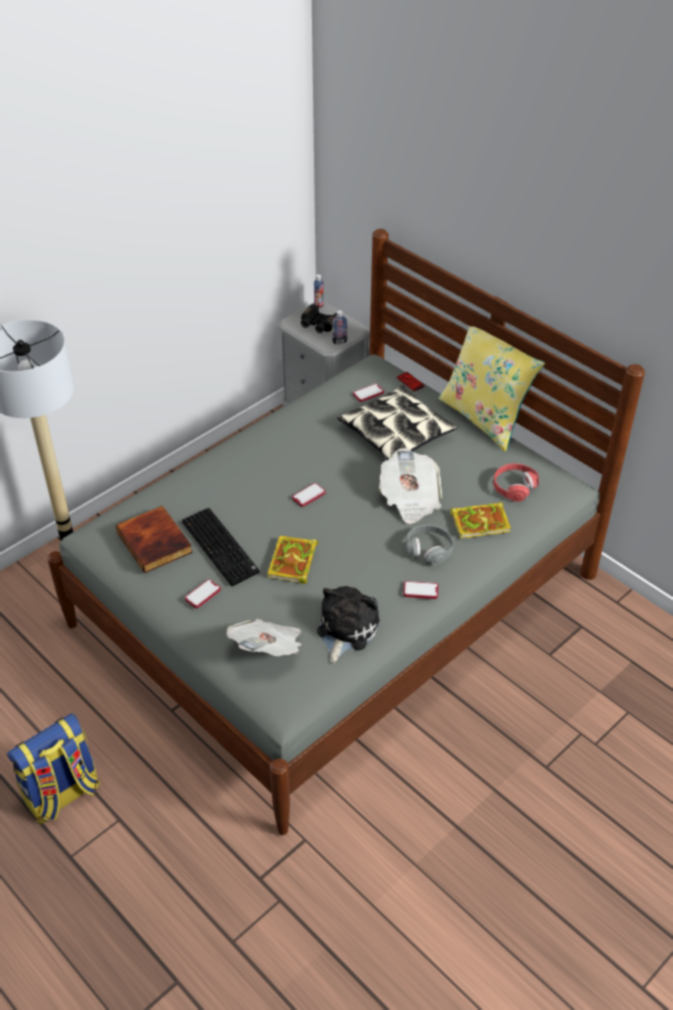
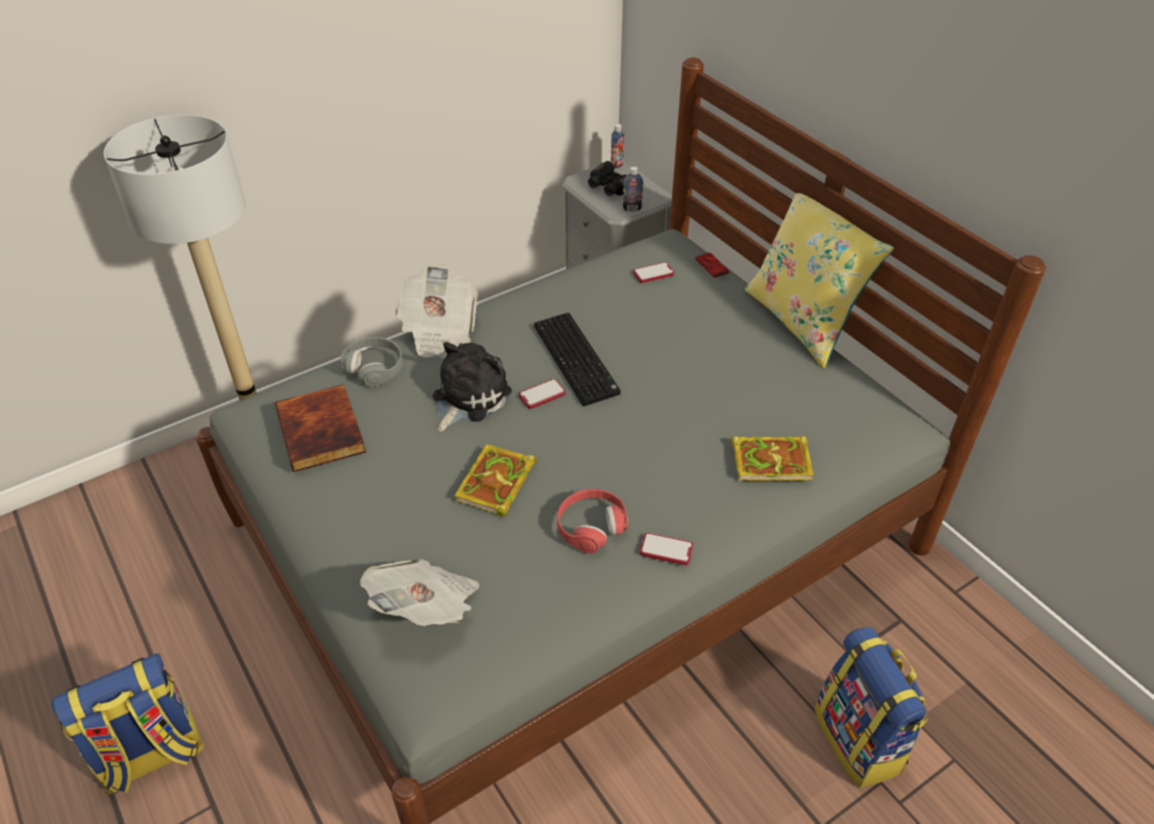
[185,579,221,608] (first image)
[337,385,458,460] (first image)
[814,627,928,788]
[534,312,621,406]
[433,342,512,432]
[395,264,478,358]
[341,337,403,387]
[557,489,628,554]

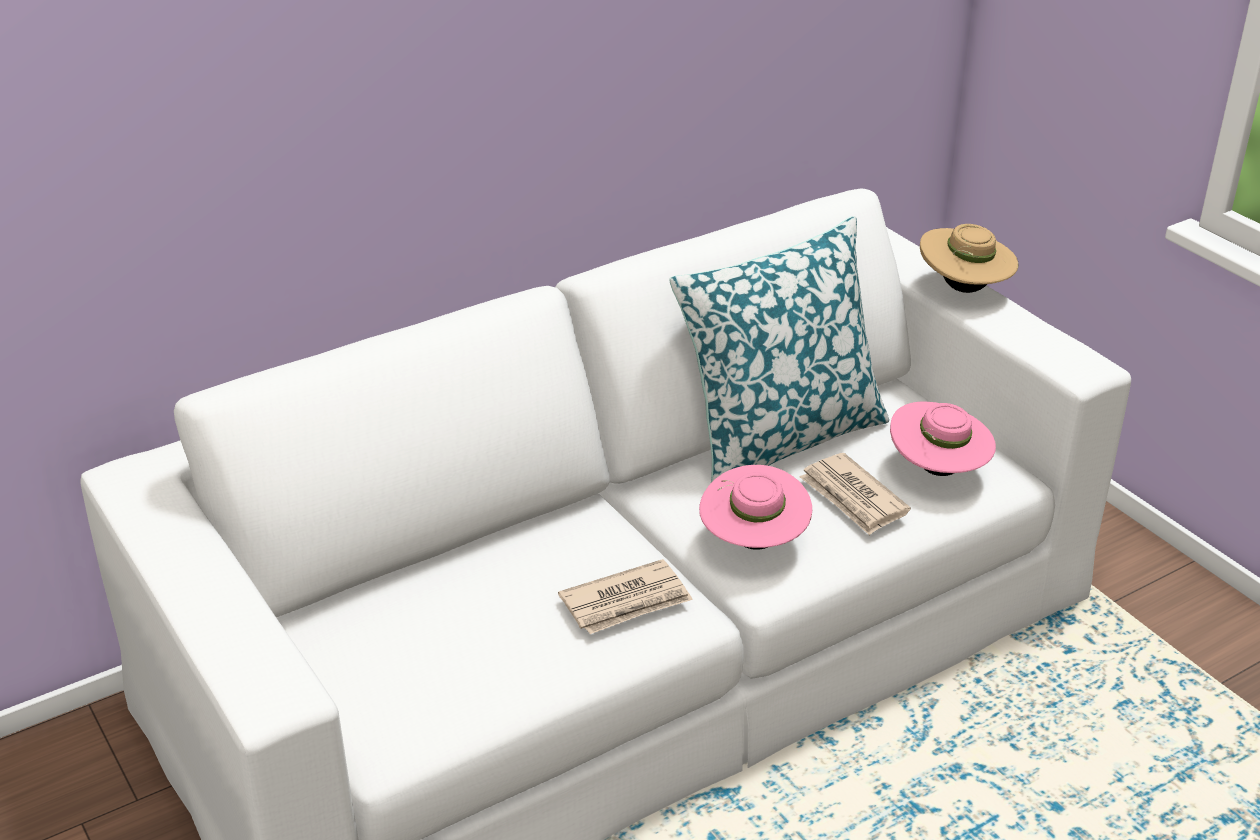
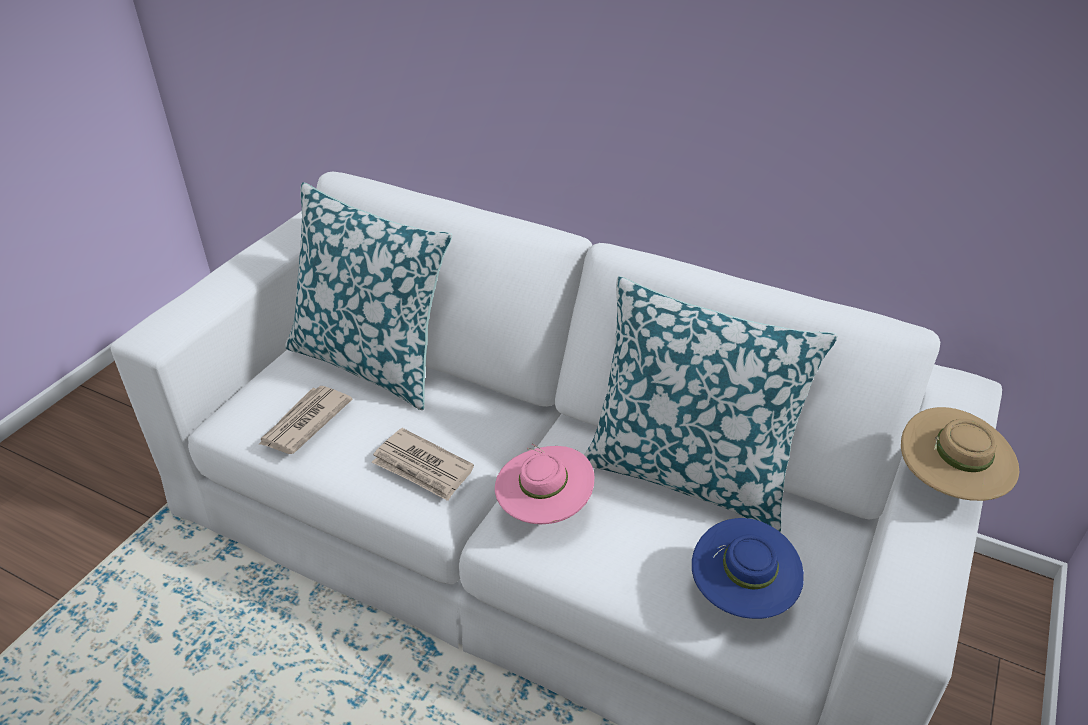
[285,182,452,410]
[258,386,352,454]
[692,518,804,619]

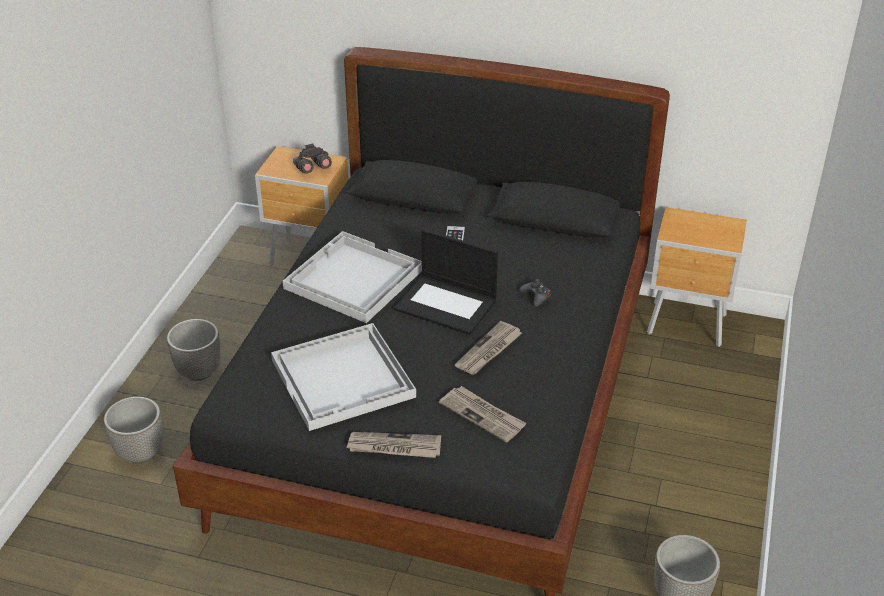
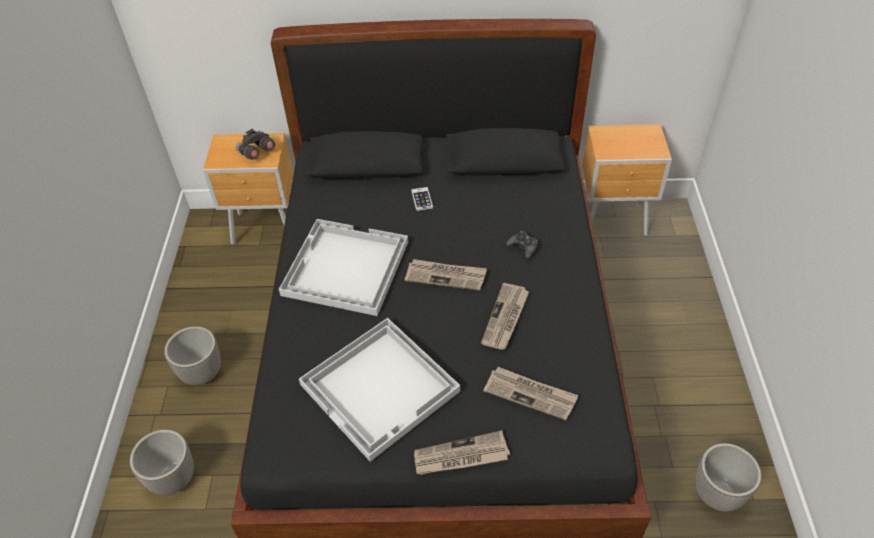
[405,259,487,291]

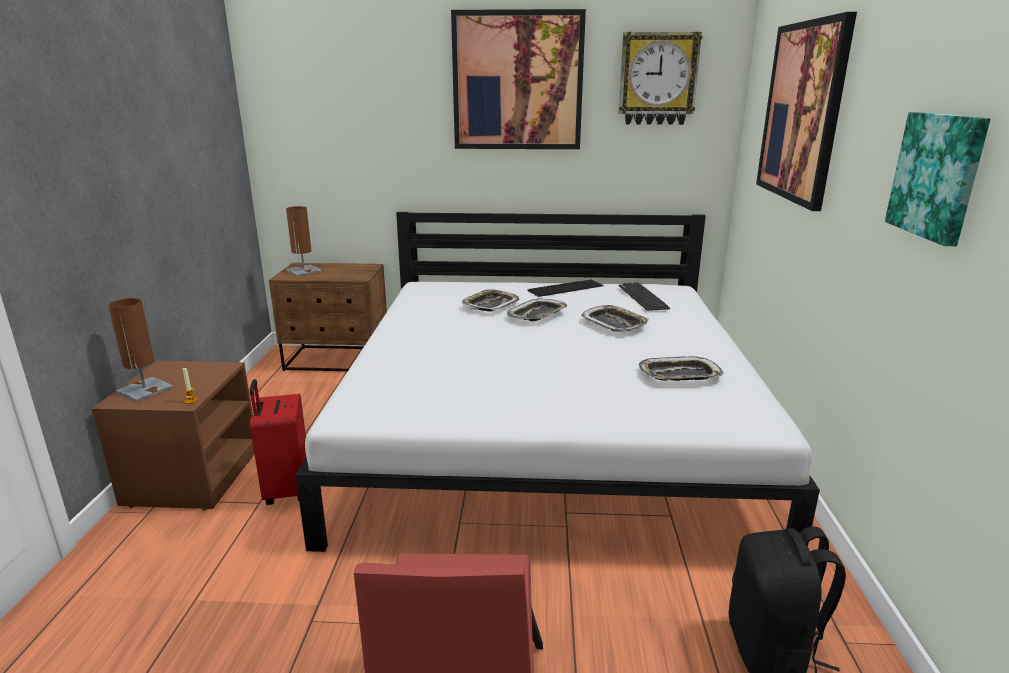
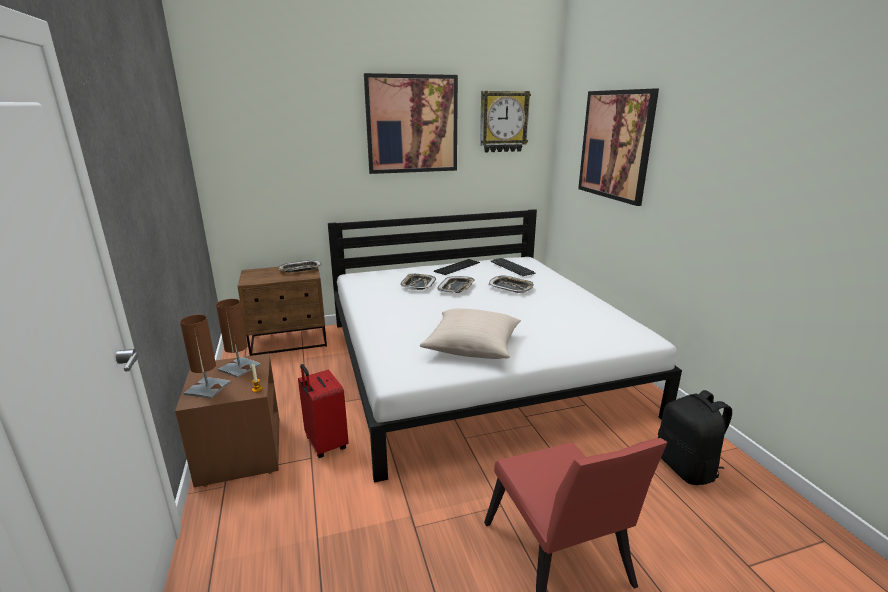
[885,112,991,246] (first image)
[420,308,521,359]
[216,299,261,378]
[278,260,323,273]

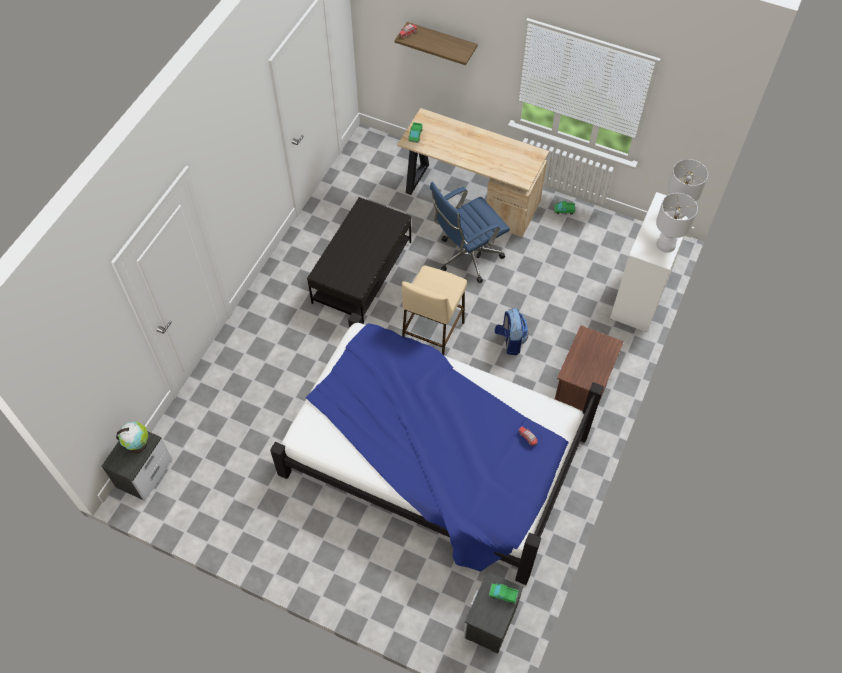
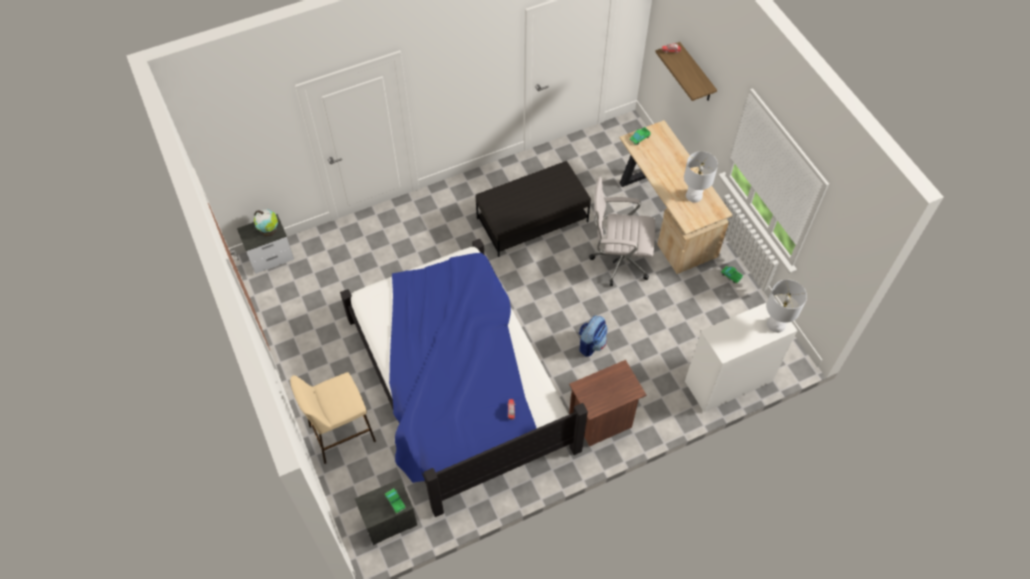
[290,372,376,464]
[684,151,718,203]
[589,176,655,286]

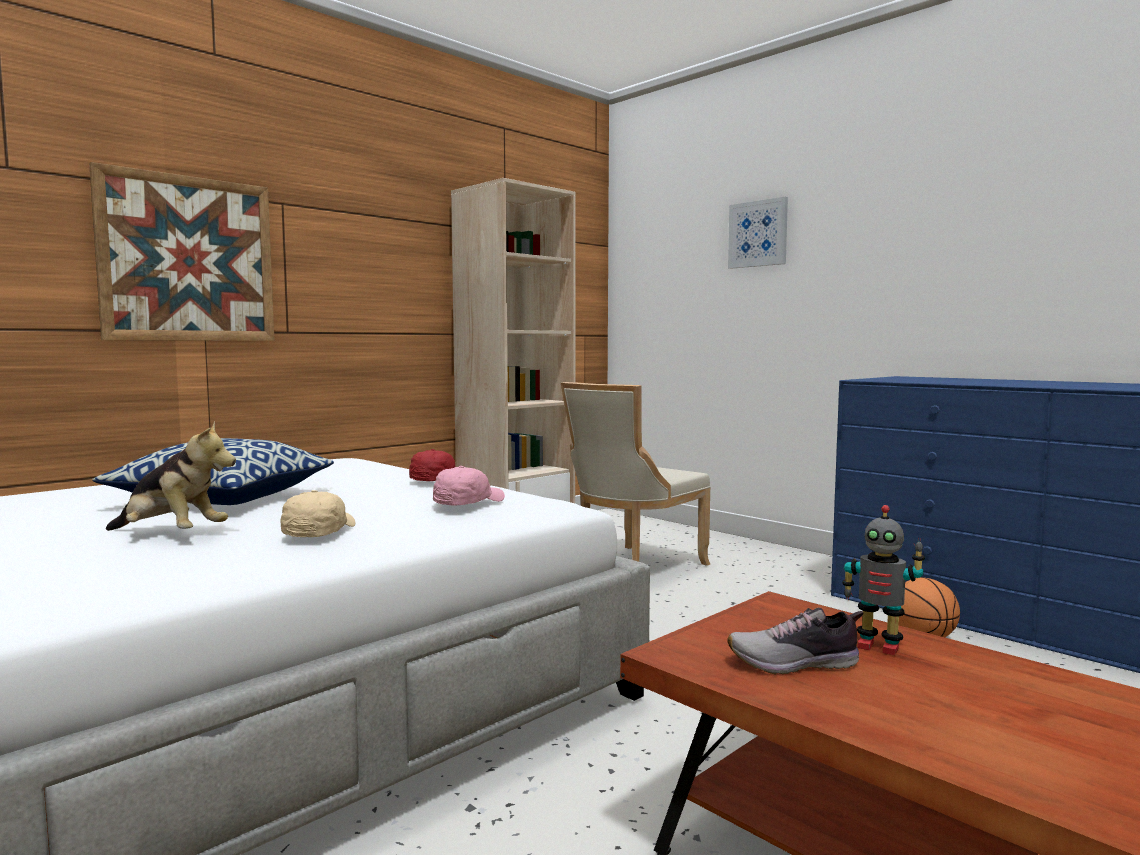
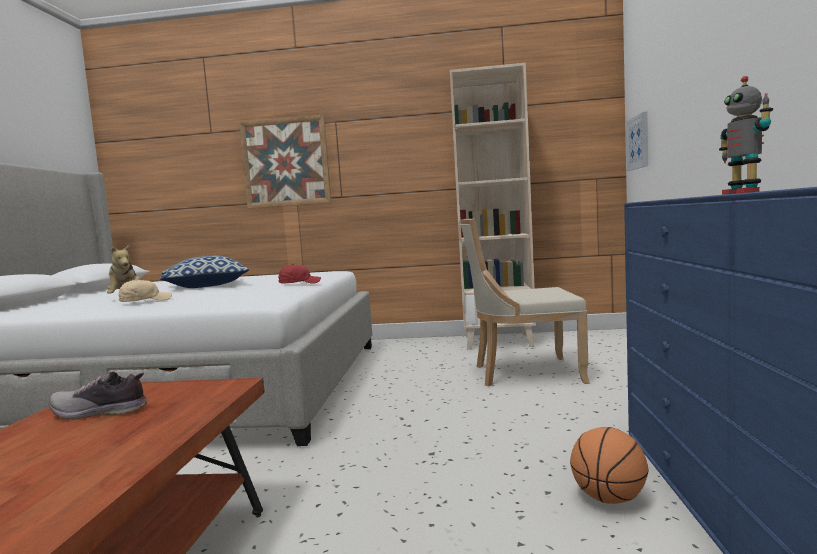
[433,466,505,506] (first image)
[626,112,648,171]
[719,76,773,195]
[49,372,147,420]

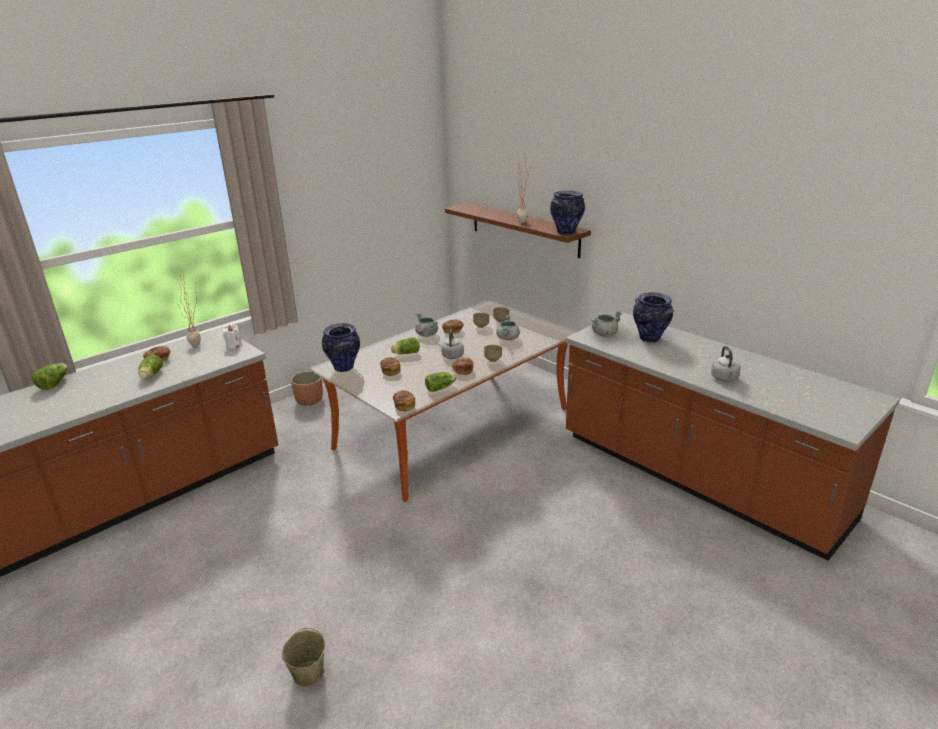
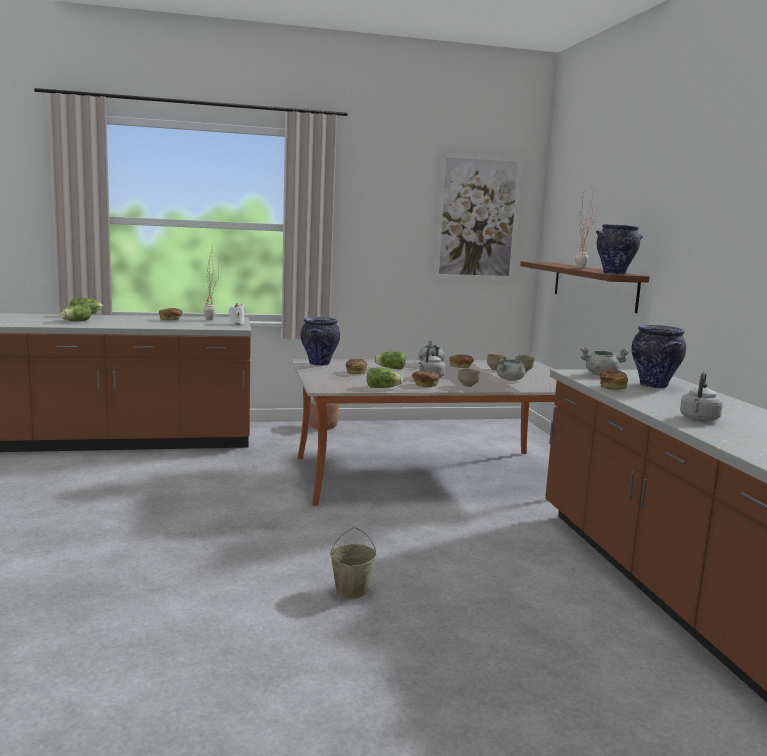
[435,153,522,280]
[61,304,91,321]
[330,527,376,598]
[600,369,628,390]

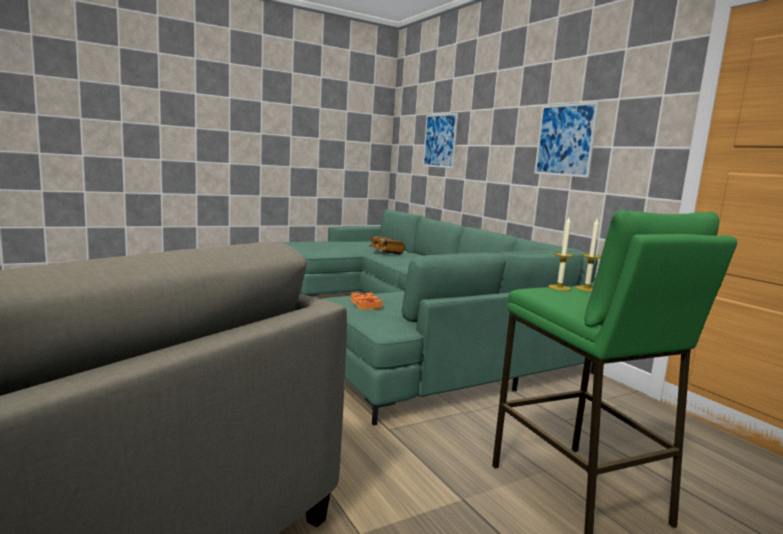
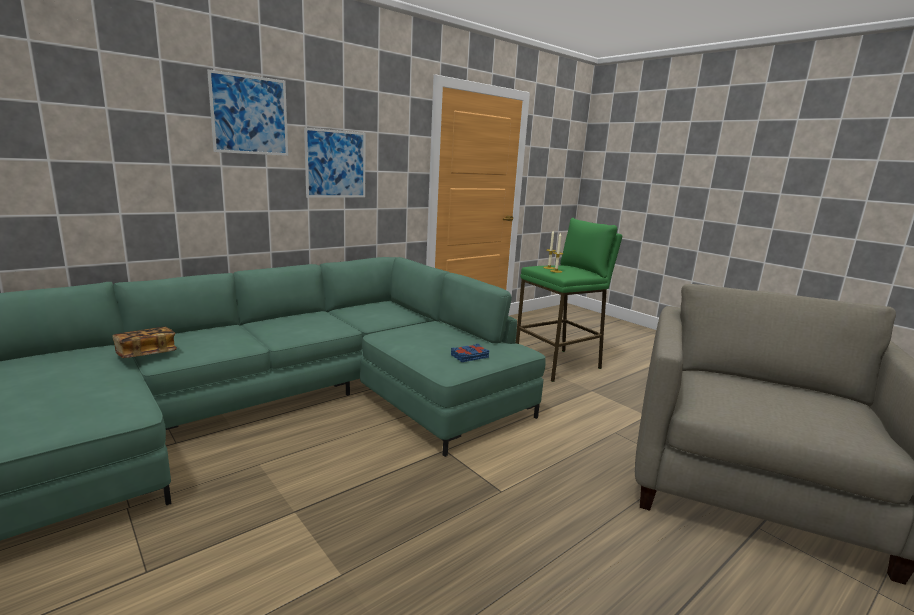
[207,69,288,156]
[451,344,490,362]

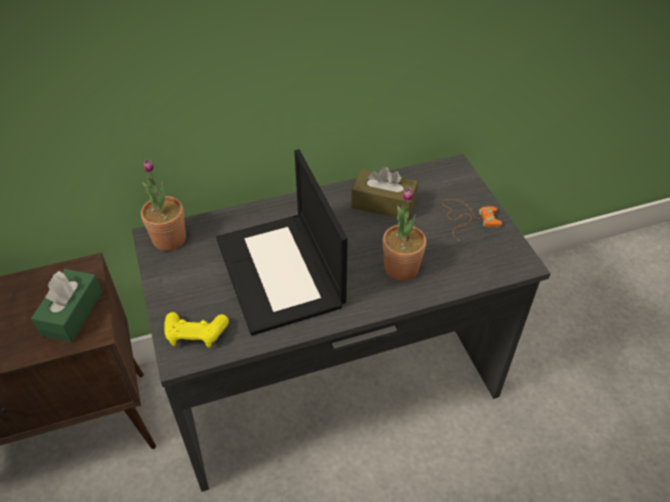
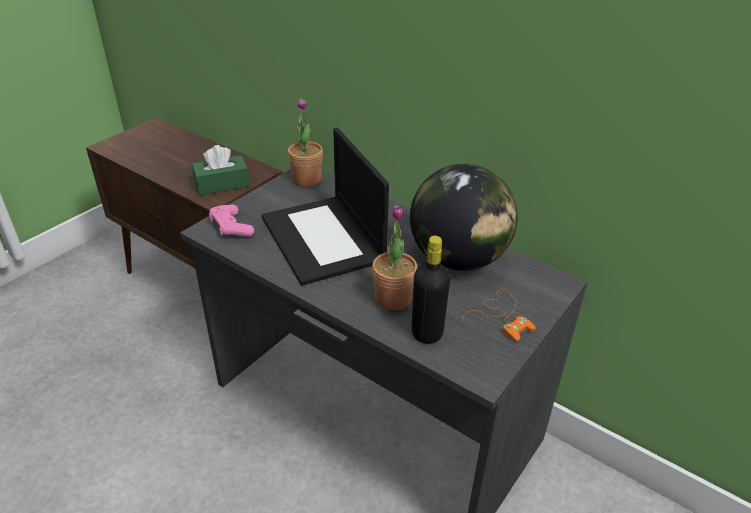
[411,236,450,344]
[410,164,518,271]
[209,205,254,237]
[262,128,389,286]

